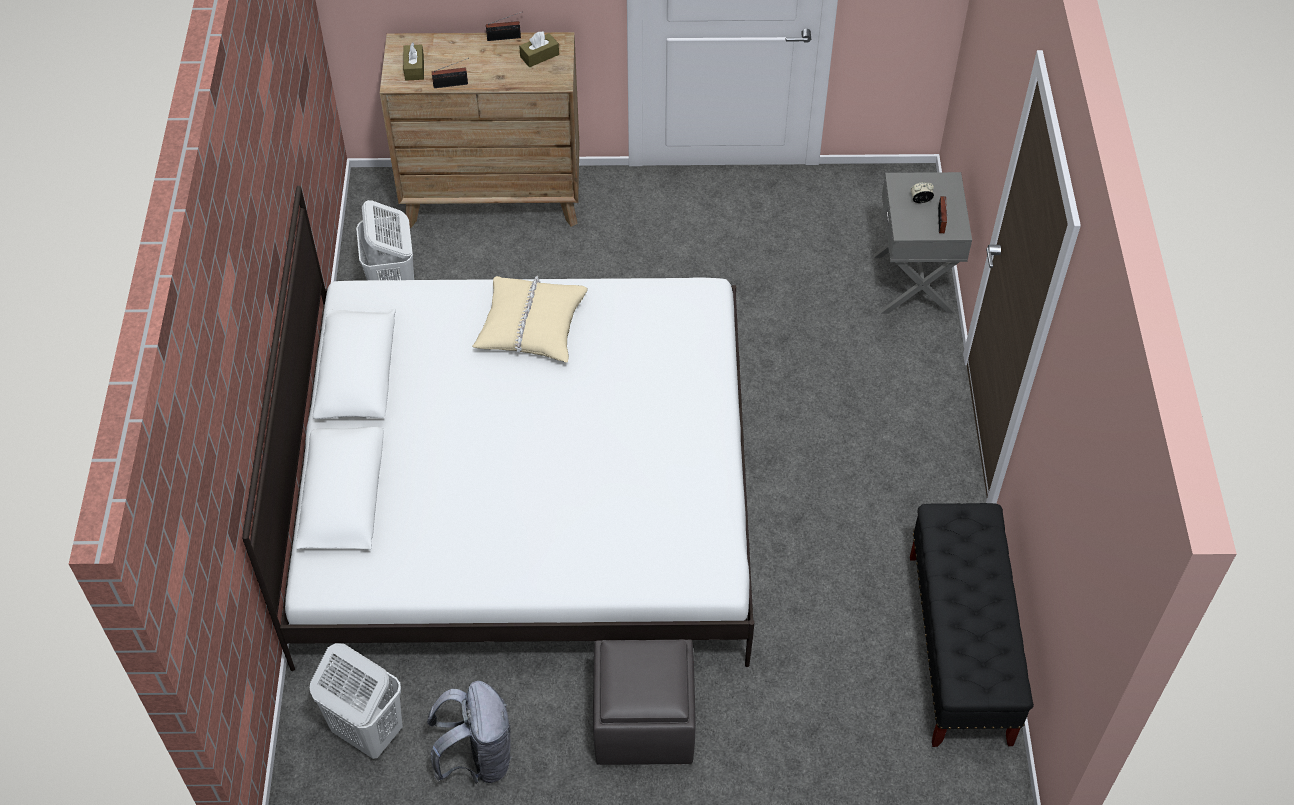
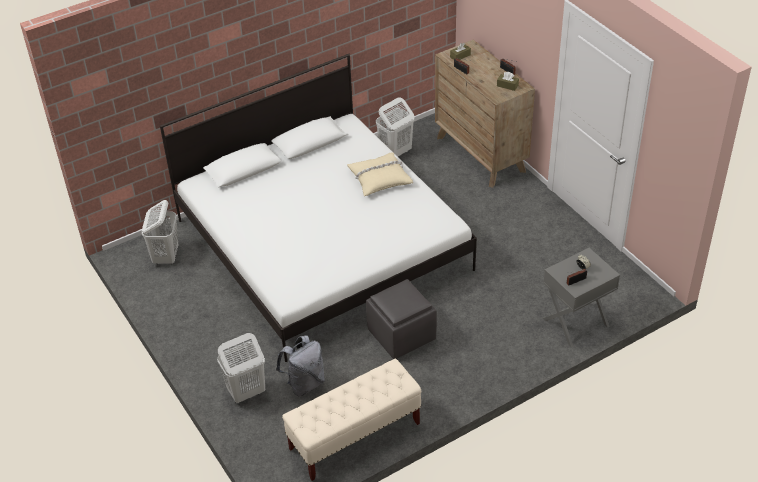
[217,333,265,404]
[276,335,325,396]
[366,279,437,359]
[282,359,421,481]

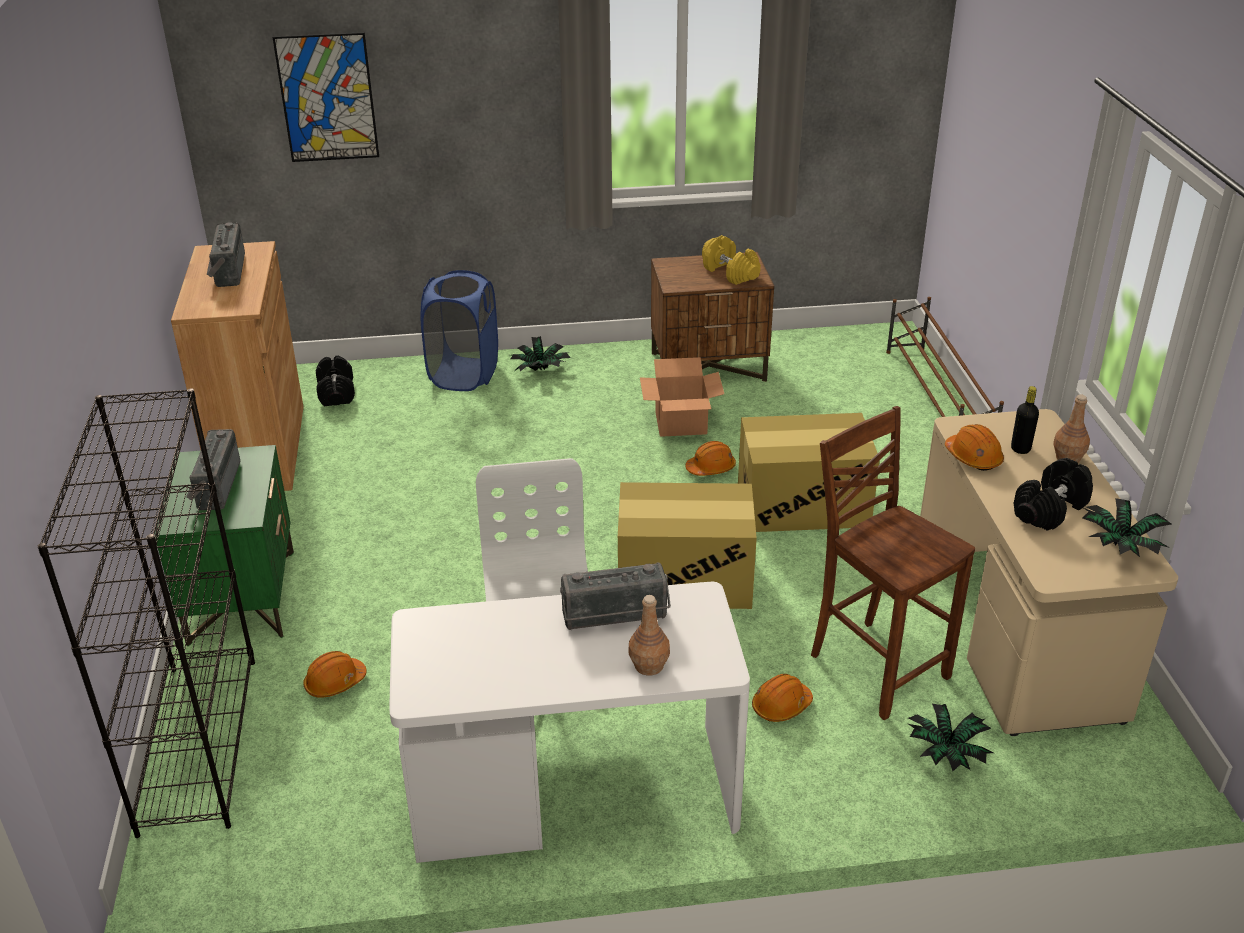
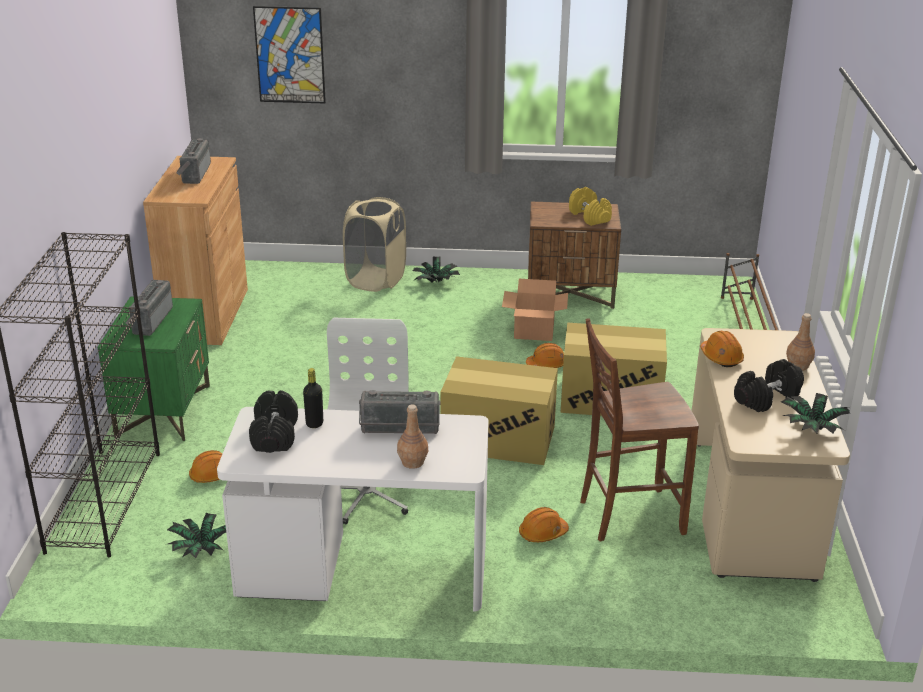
[249,390,298,453]
[167,513,226,558]
[303,368,323,428]
[343,197,406,292]
[580,318,699,542]

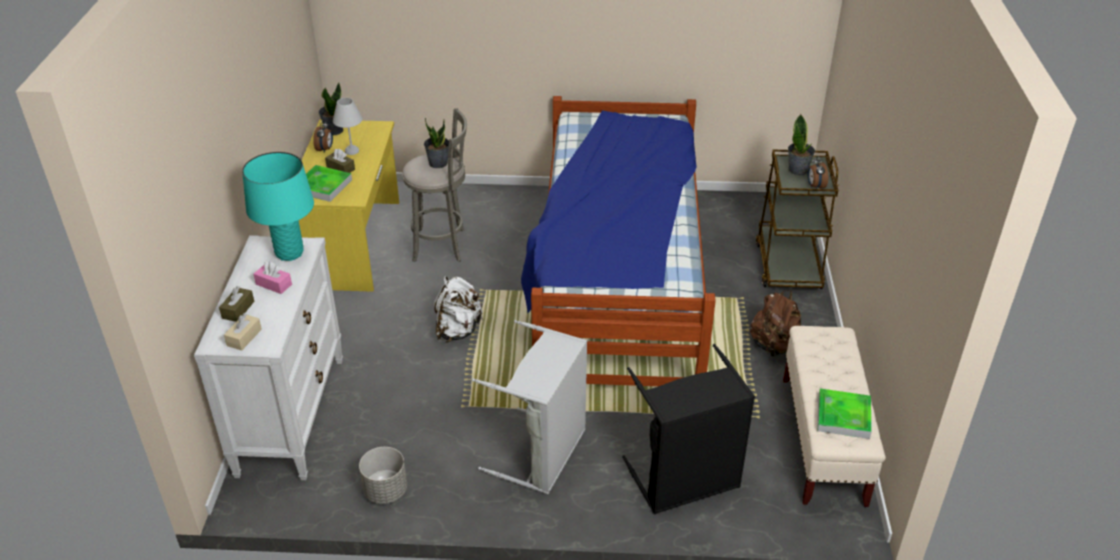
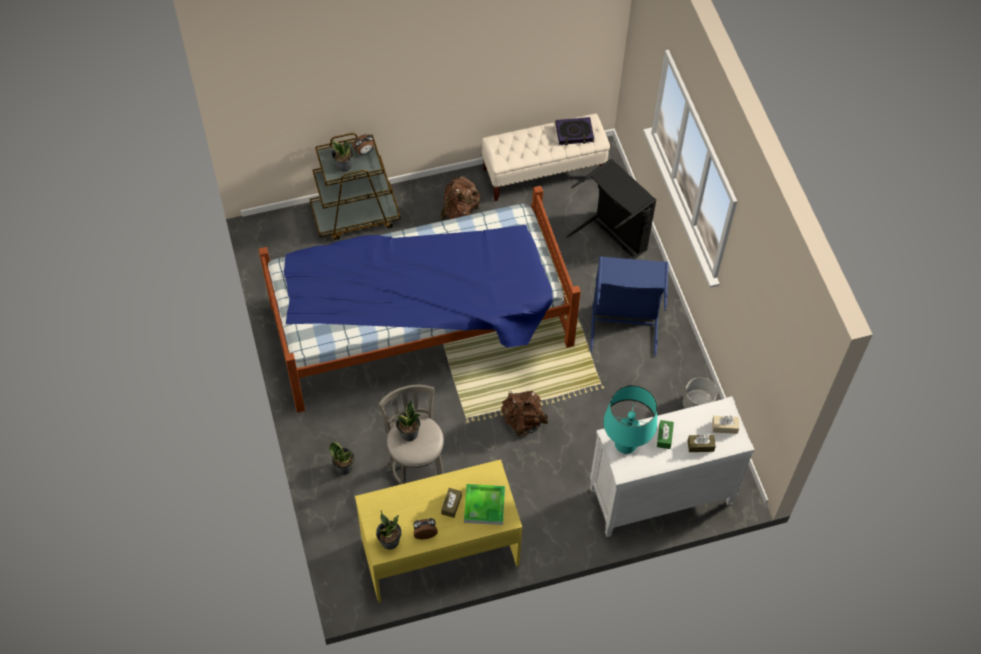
[333,98,362,155] (first image)
[329,442,355,475]
[555,117,594,145]
[657,420,674,449]
[501,391,548,437]
[590,256,668,357]

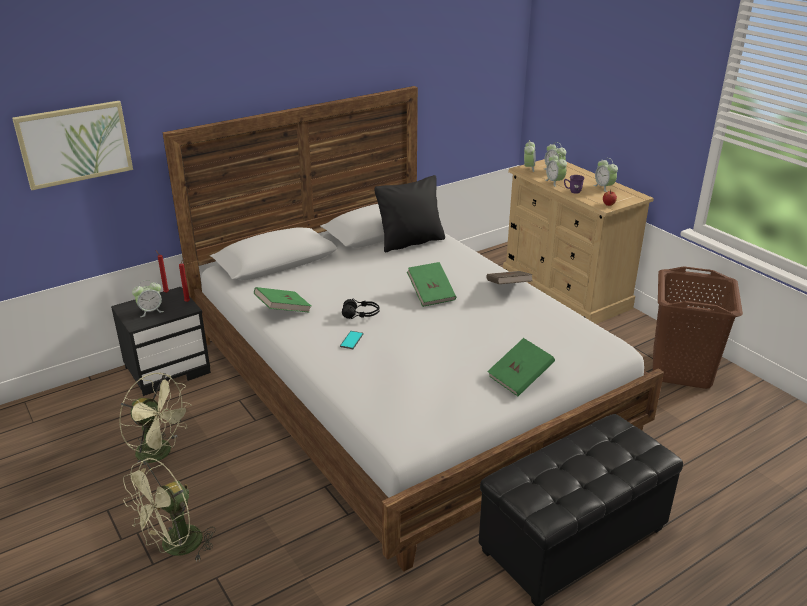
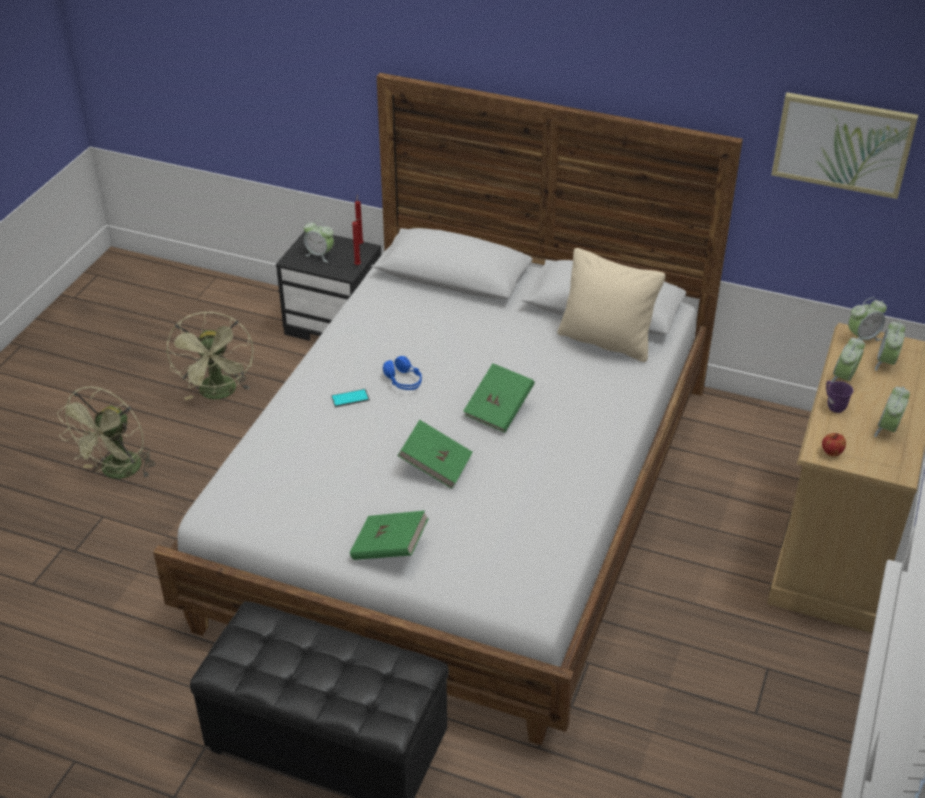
[486,271,533,284] (first image)
[653,266,743,389] (first image)
[771,92,918,199]
[398,420,473,489]
[383,356,422,390]
[557,248,666,362]
[57,387,155,479]

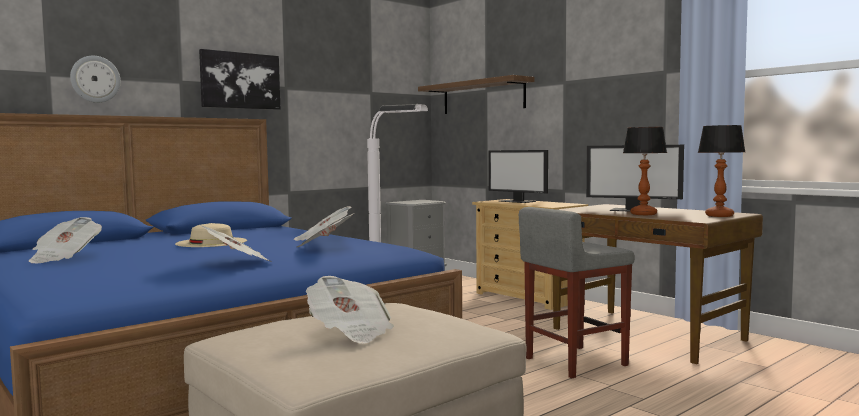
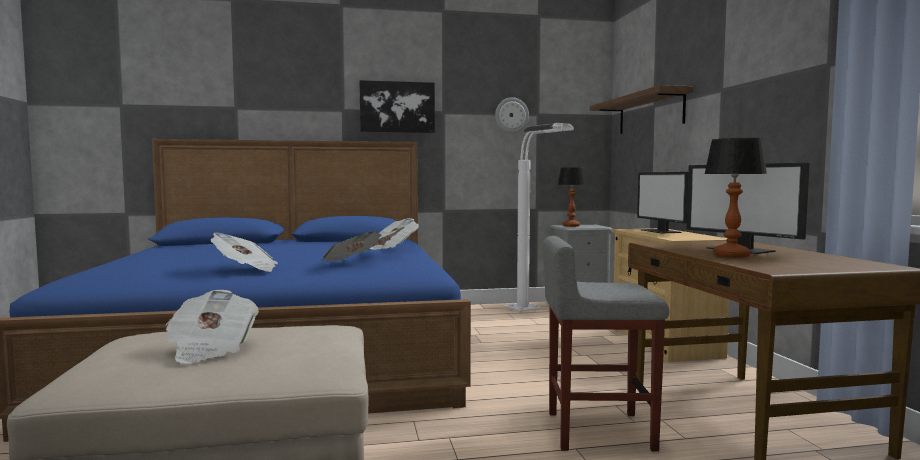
[175,223,247,247] (first image)
[370,218,419,250]
[495,97,529,133]
[558,167,586,227]

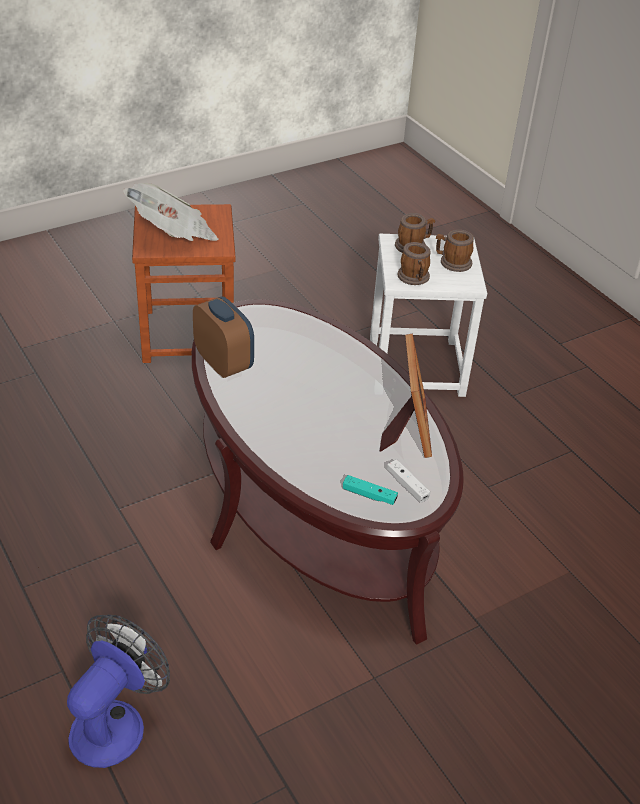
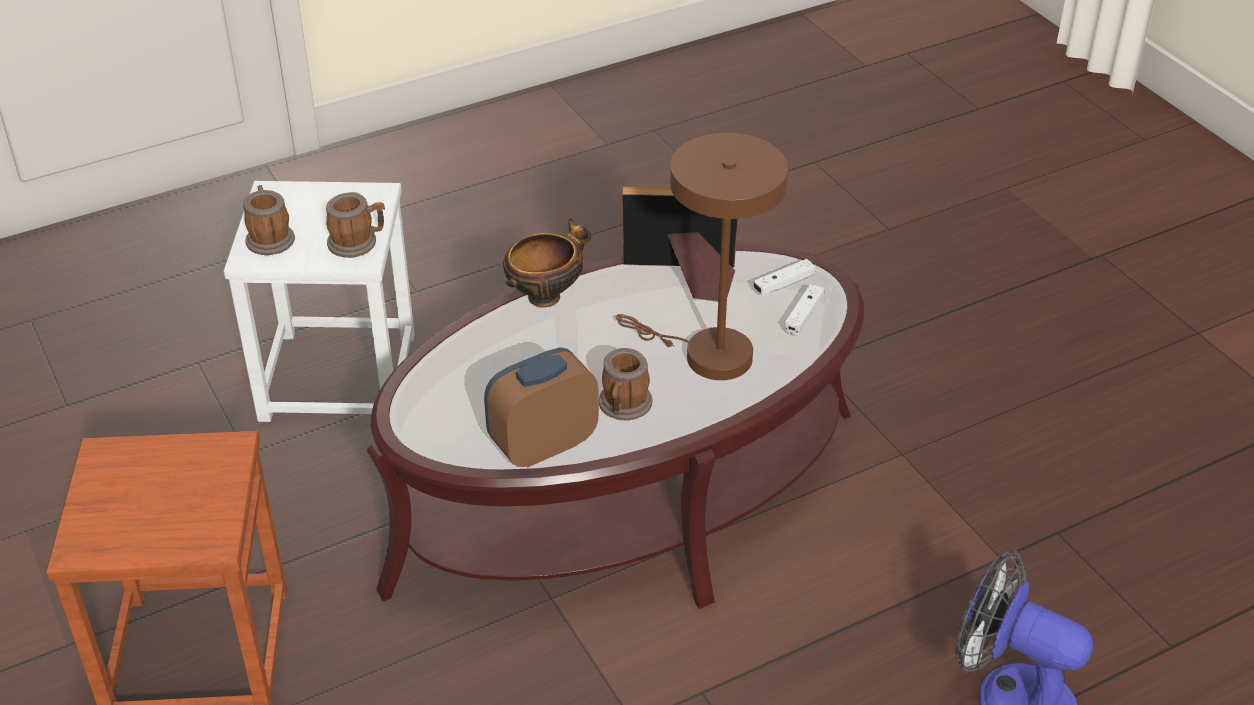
[123,183,219,241] (first image)
[503,218,591,307]
[616,133,788,380]
[599,348,653,420]
[784,284,824,335]

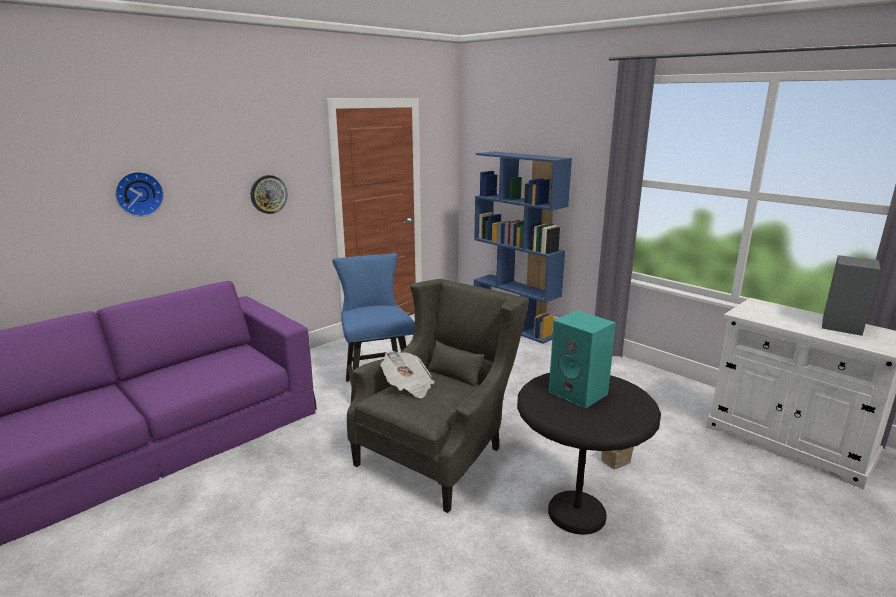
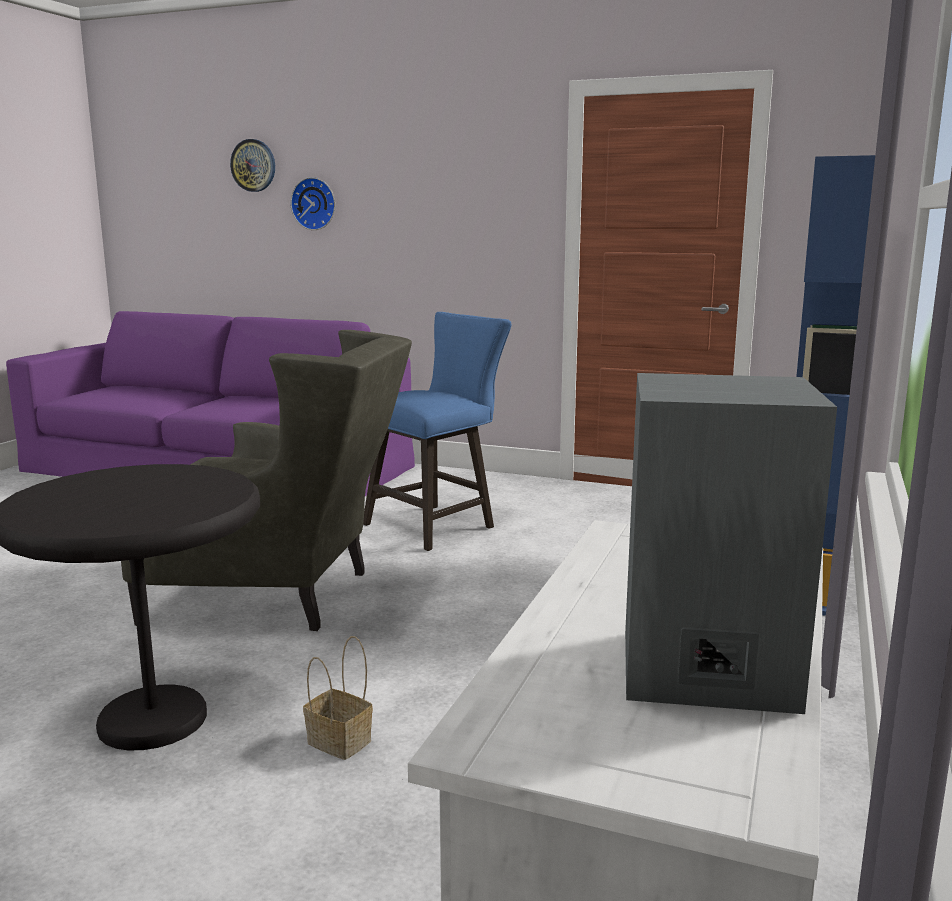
[381,351,434,398] (first image)
[549,311,616,409] (first image)
[230,139,275,192]

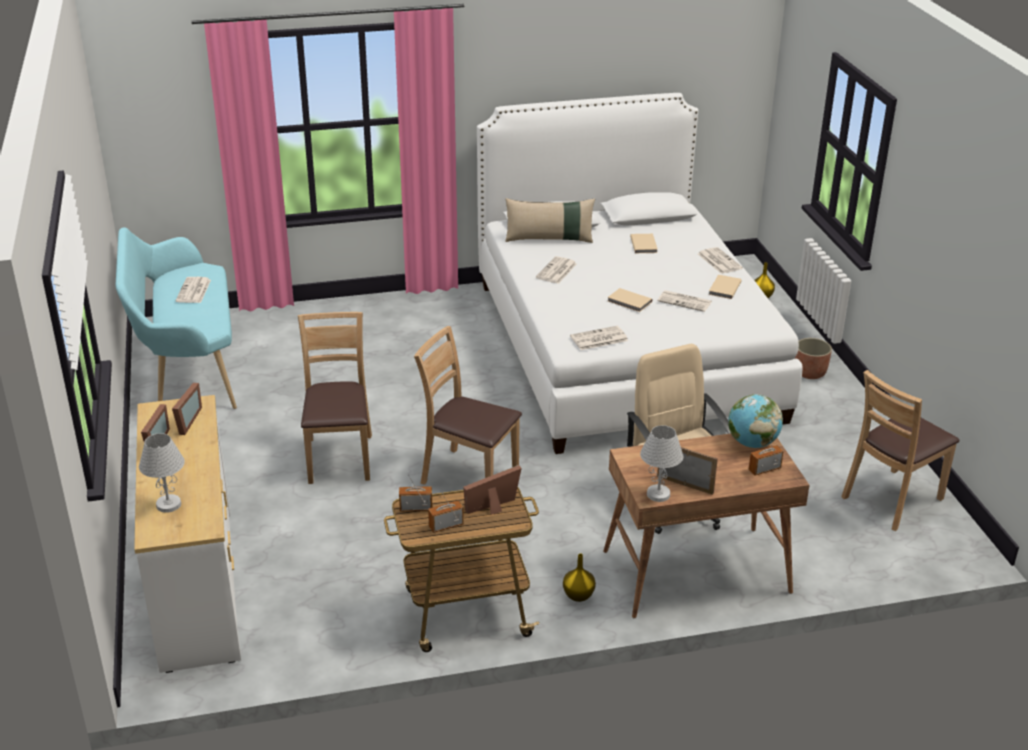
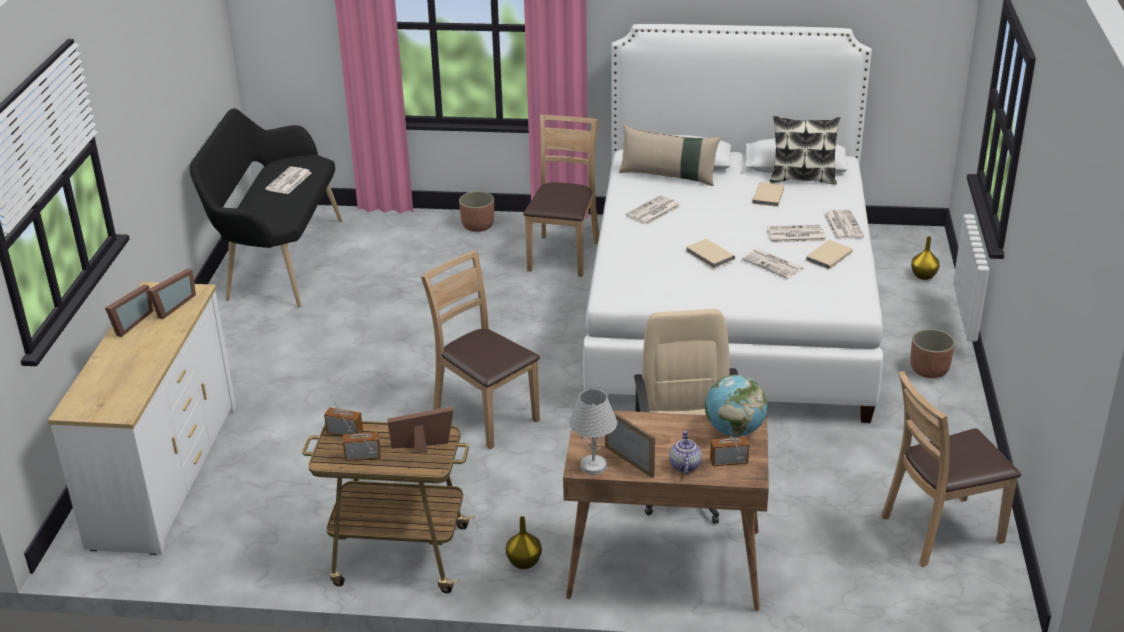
[139,433,185,513] (first image)
[459,191,494,232]
[669,431,702,474]
[770,116,840,184]
[523,115,599,277]
[767,225,826,243]
[189,108,343,307]

